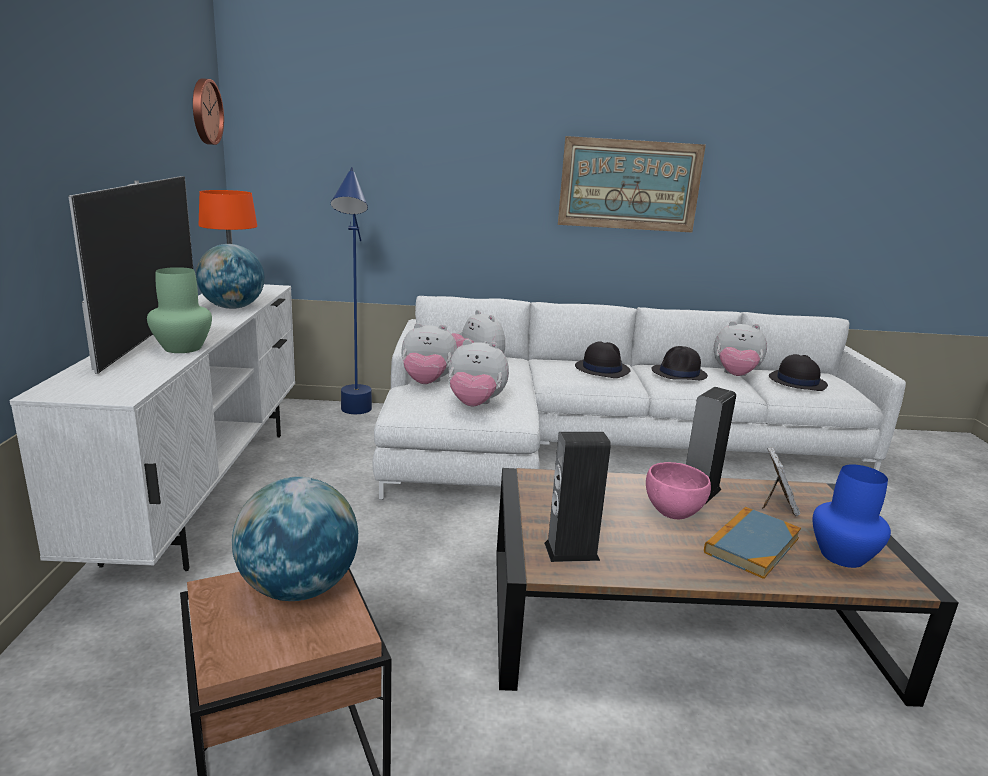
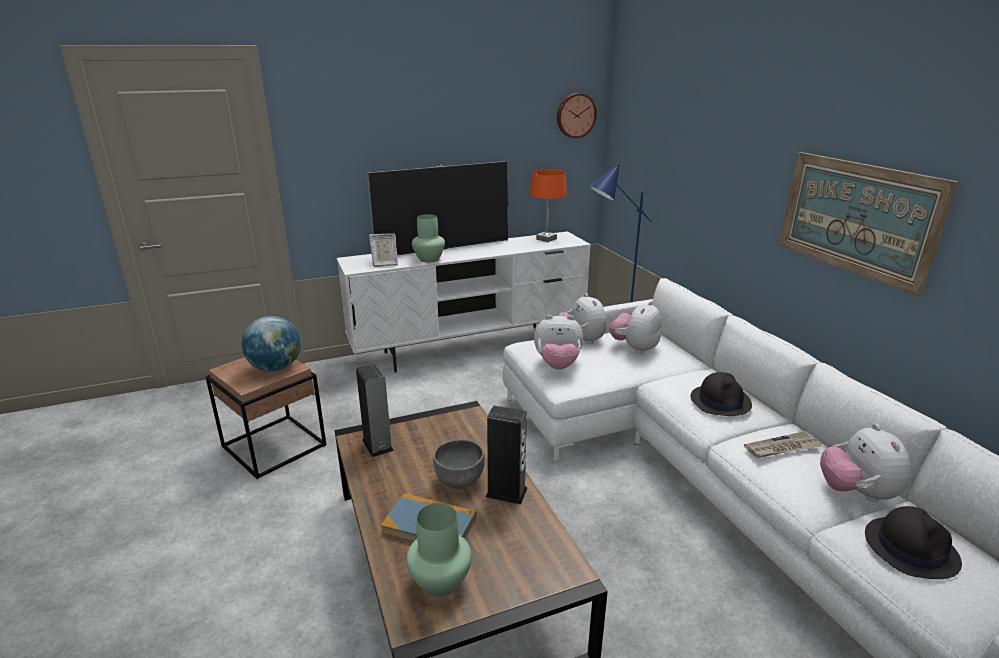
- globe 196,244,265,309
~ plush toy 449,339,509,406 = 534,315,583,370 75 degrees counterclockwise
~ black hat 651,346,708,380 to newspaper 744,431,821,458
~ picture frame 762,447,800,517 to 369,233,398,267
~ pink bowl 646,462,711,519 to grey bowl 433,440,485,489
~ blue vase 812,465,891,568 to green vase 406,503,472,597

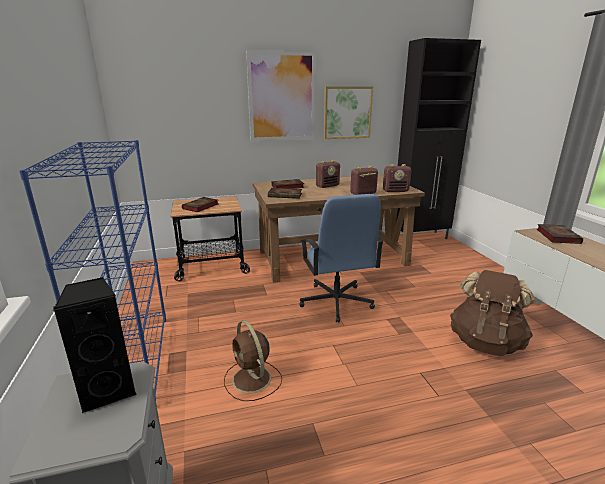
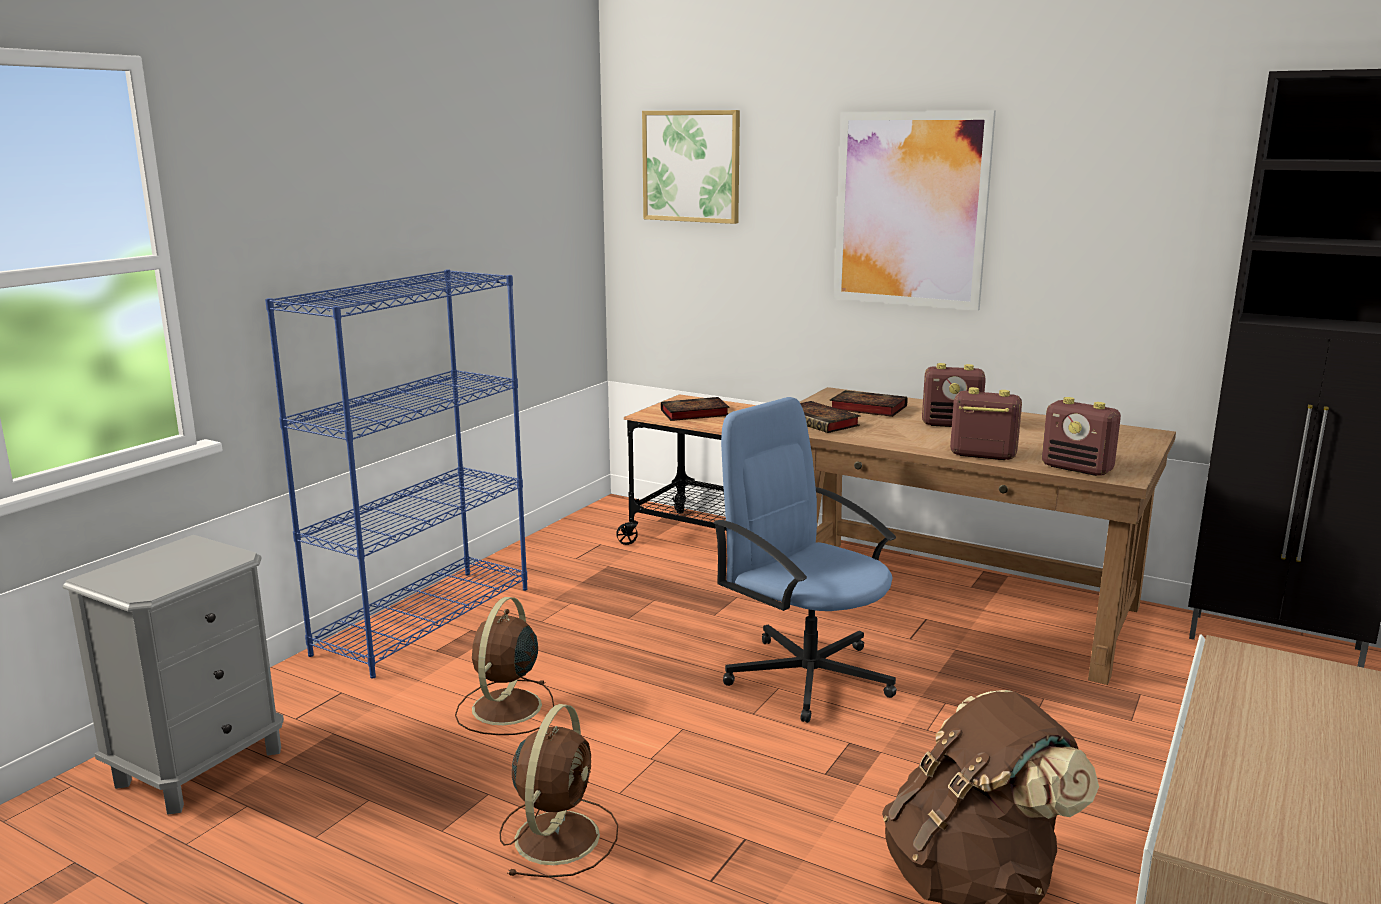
~ picture 324,86,373,139 to 642,110,740,224
~ blue office chair 300,194,384,323 = 713,397,897,723 105 degrees clockwise
- book 537,224,583,244
- black speaker 53,277,137,413
+ brown fan 500,704,618,878

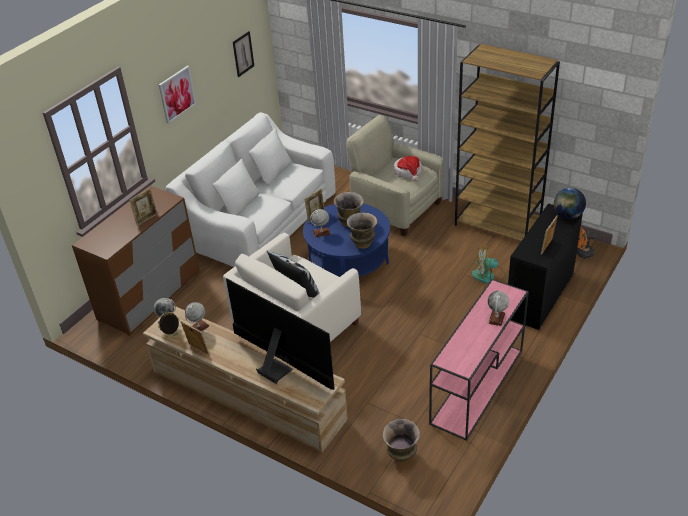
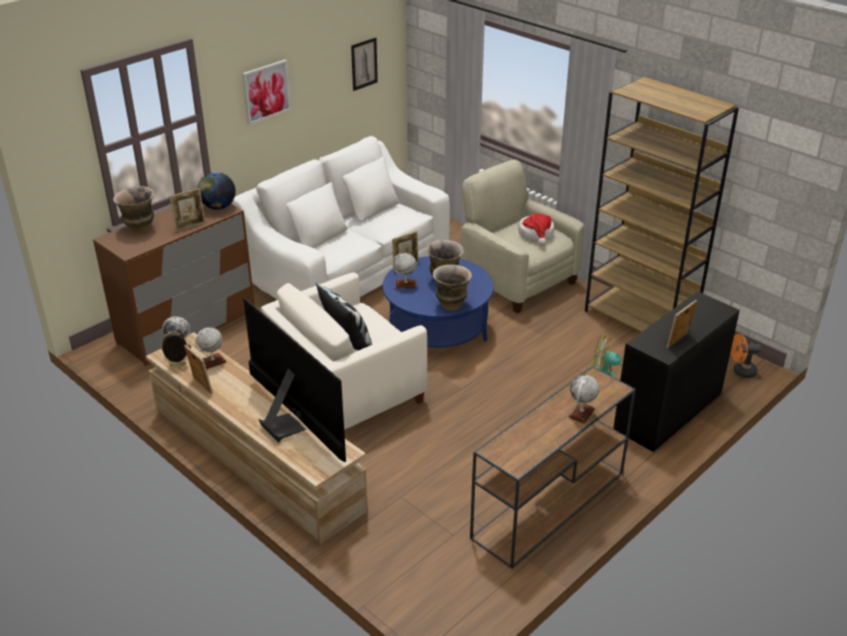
~ globe 554,188,586,219 to 198,172,236,210
~ pink console table 429,279,529,441 to brown console table 470,366,636,569
~ vase 383,419,420,462 to 113,186,154,233

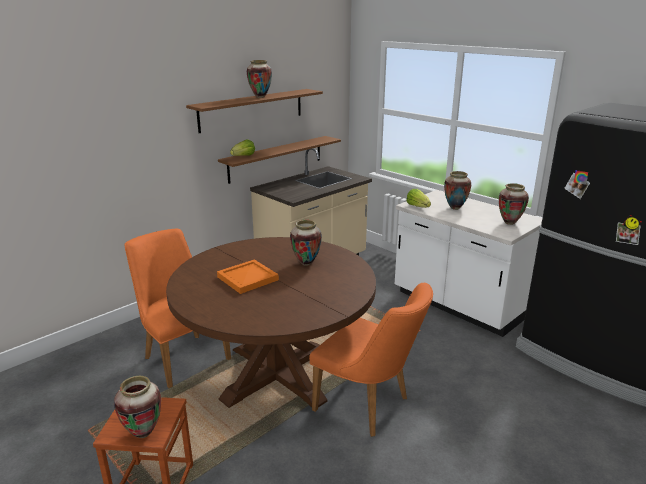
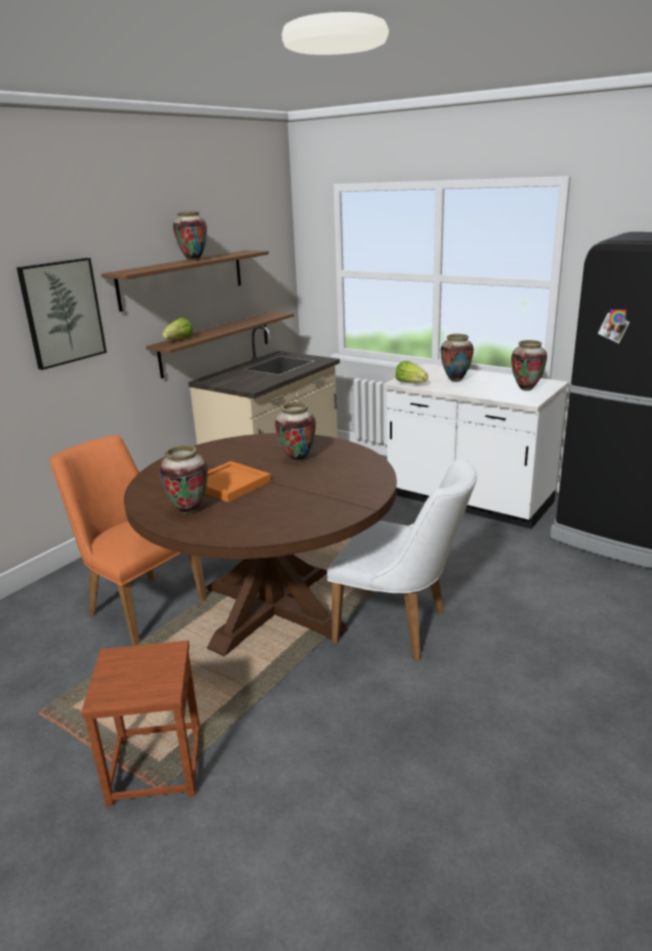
~ orange chair 309,283,433,437 to white chair 327,458,477,661
~ vase 114,376,161,438 to 159,445,208,514
+ picture 17,258,107,370

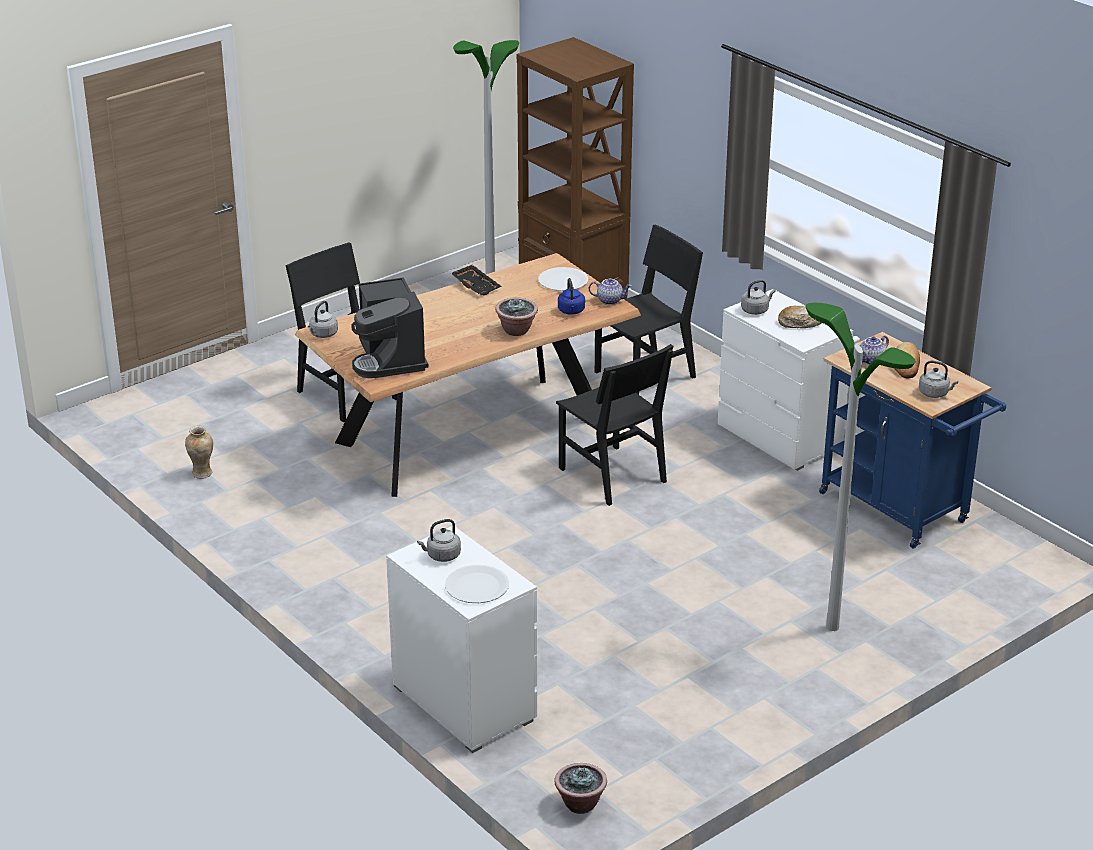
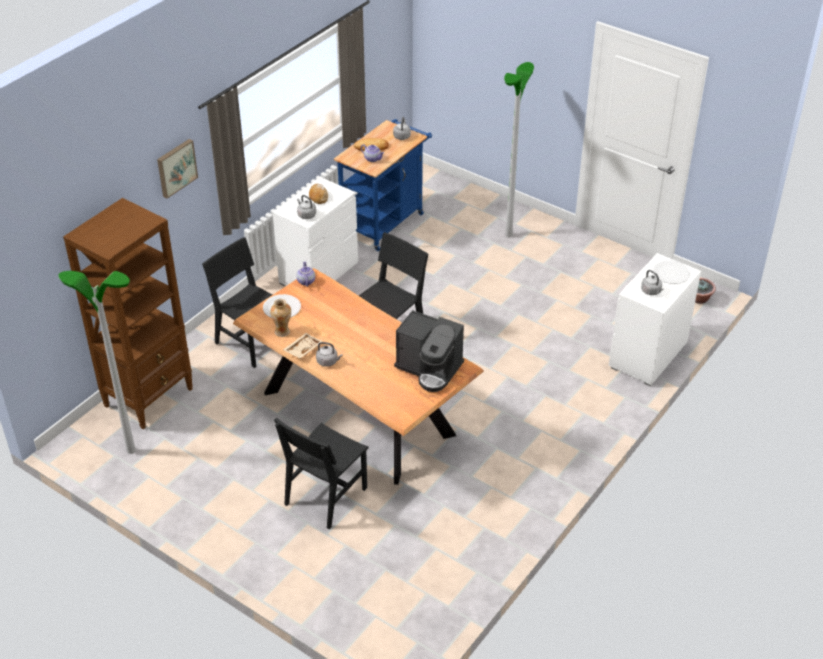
~ black tray 451,265,502,296 to beige tray 283,333,323,358
~ coffee machine 351,277,429,378 = 394,310,464,392 60 degrees clockwise
- blue kettle 558,278,585,315
- potted plant 495,298,538,336
~ grey kettle 308,301,338,338 to 316,342,342,367
~ vase 185,426,213,479 to 270,299,291,337
+ picture 157,139,198,198

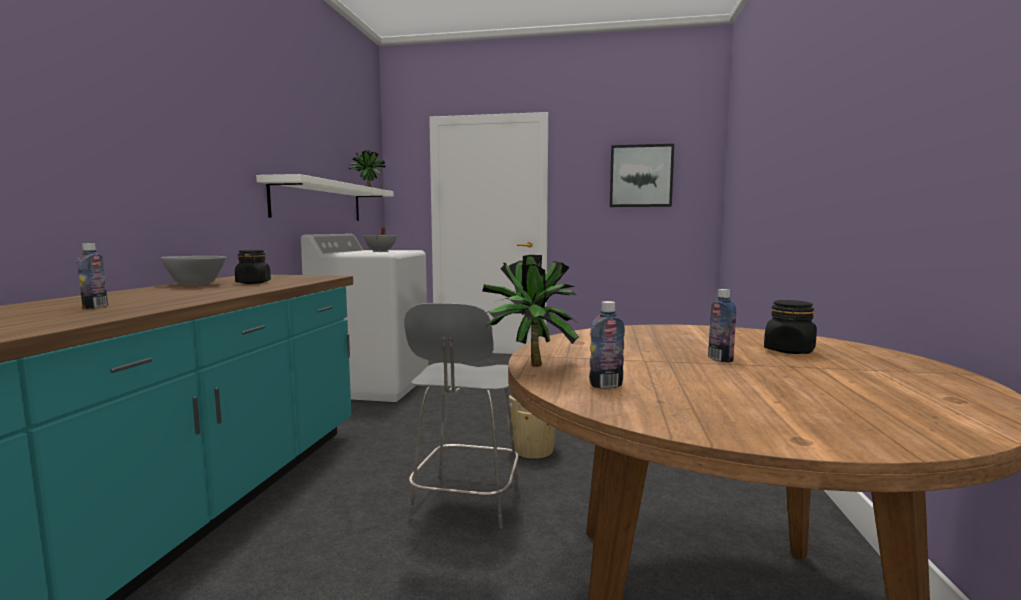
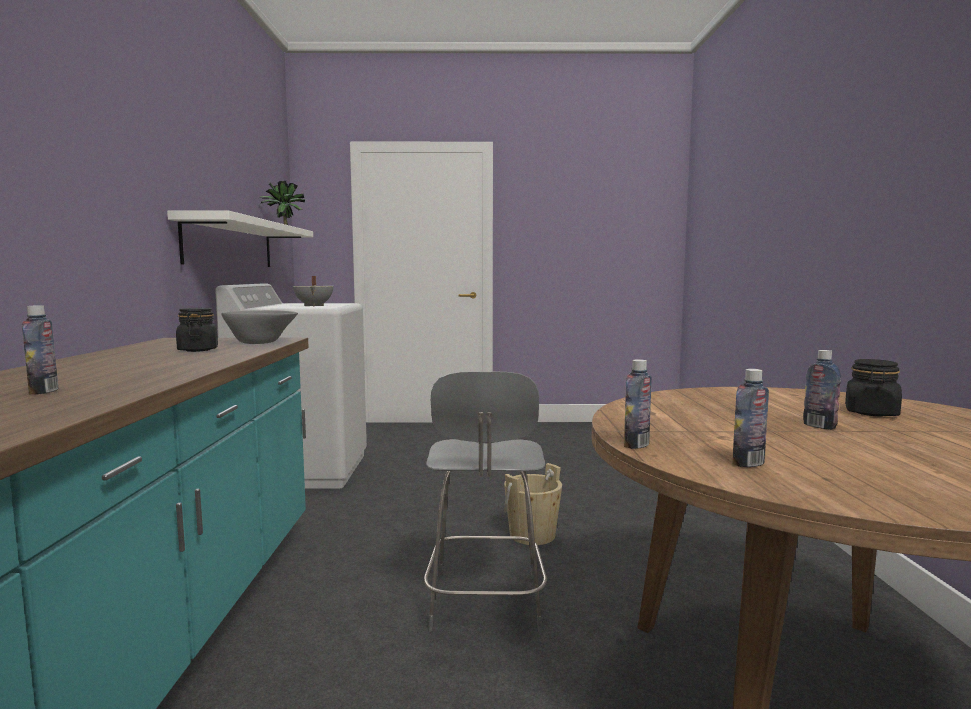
- picture 610,144,674,207
~ potted plant 482,255,580,367 to bottle 624,359,652,449
~ grey bowl 161,256,227,285 to 221,310,298,344

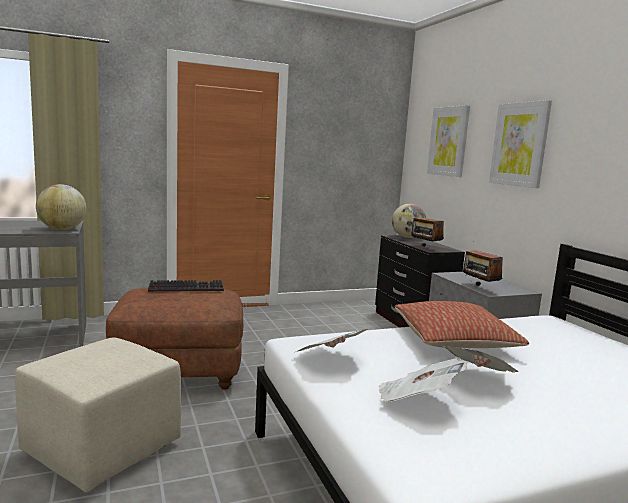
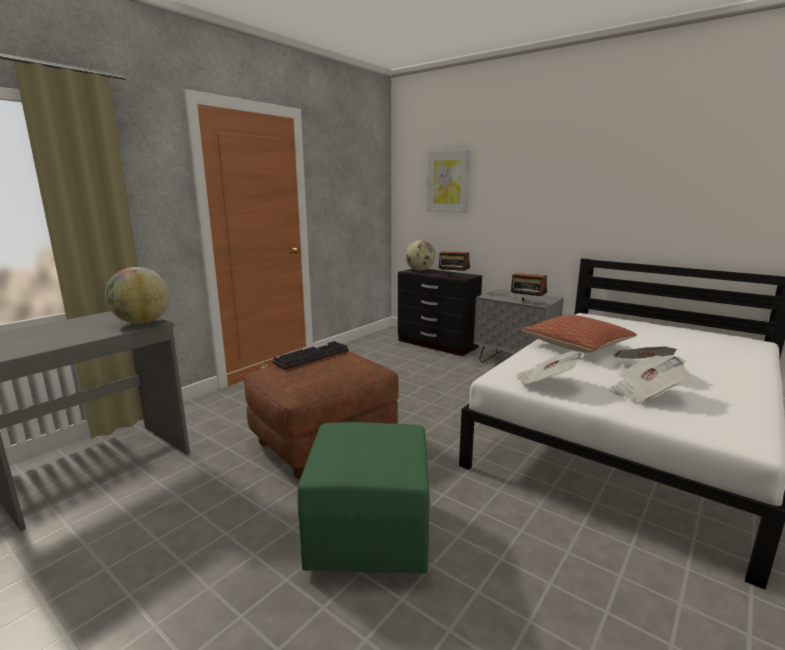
- picture 489,100,552,188
~ beige ottoman 15,337,181,493 to green ottoman 297,422,430,574

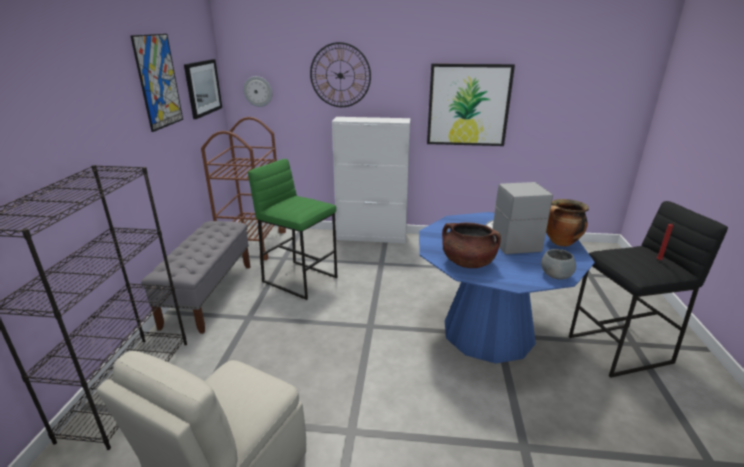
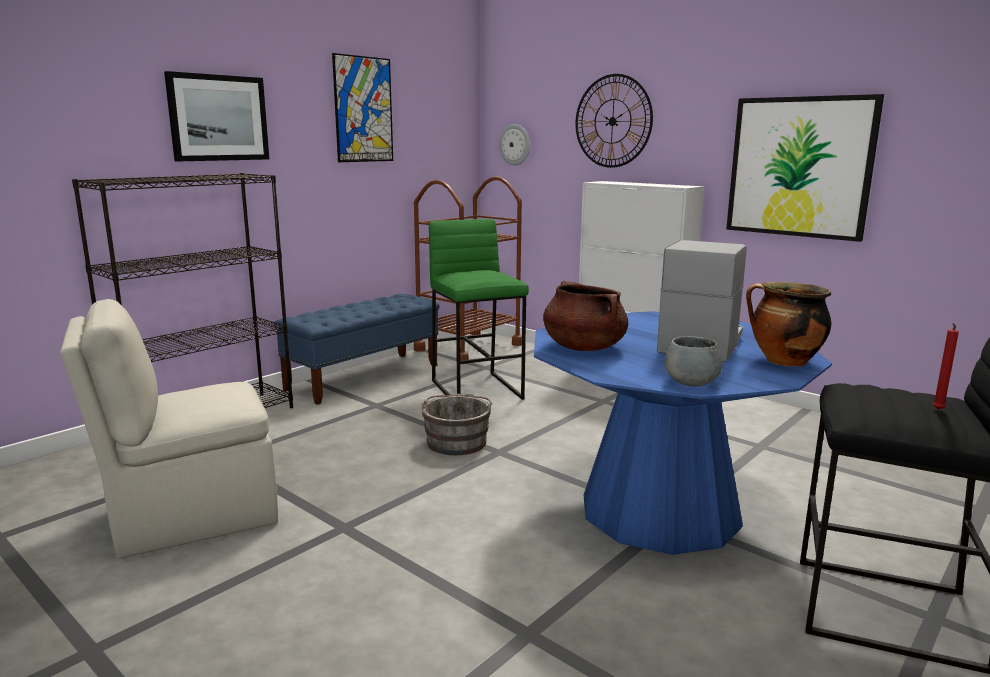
~ picture 184,59,222,119 to 164,71,269,161
~ grey bench 141,221,250,334 to blue bench 274,294,440,405
+ grey bucket 422,393,493,455

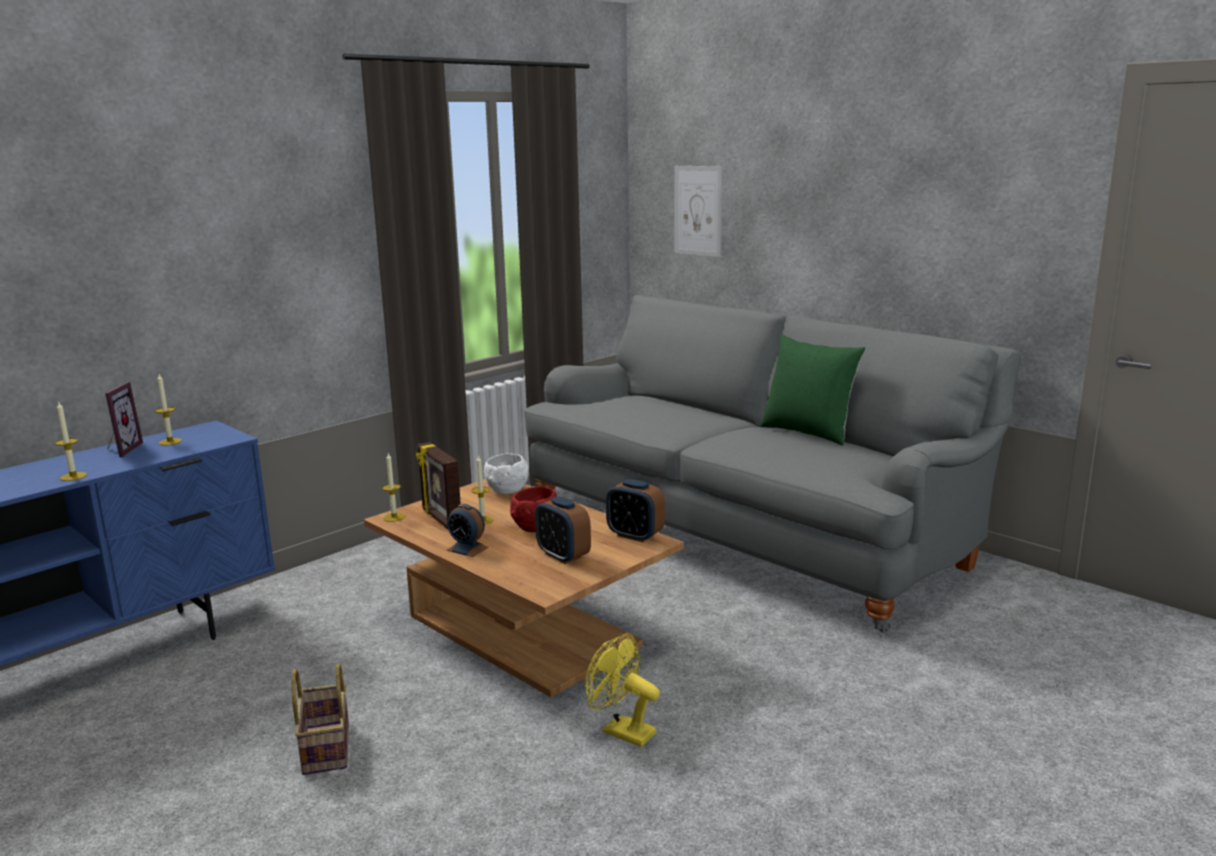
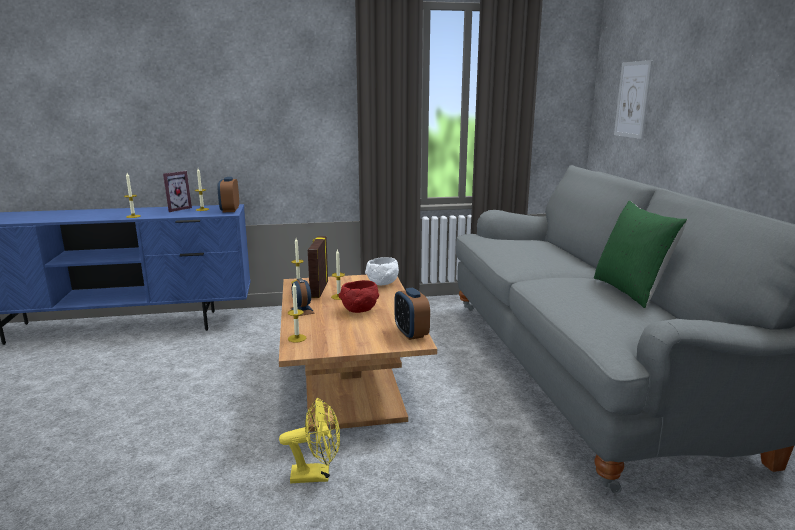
~ alarm clock 535,496,591,564 to 217,177,239,212
~ yellow fan 585,633,660,747 = 279,398,340,483 105 degrees clockwise
- basket 291,663,349,775
+ candle 288,283,306,343

